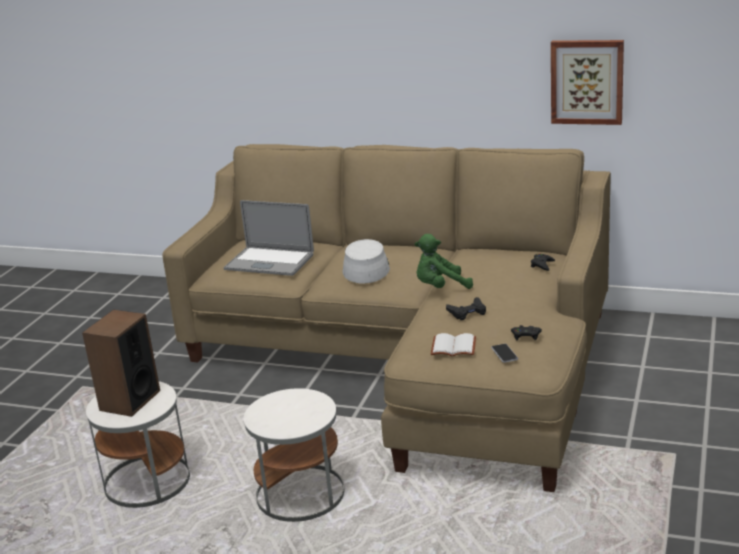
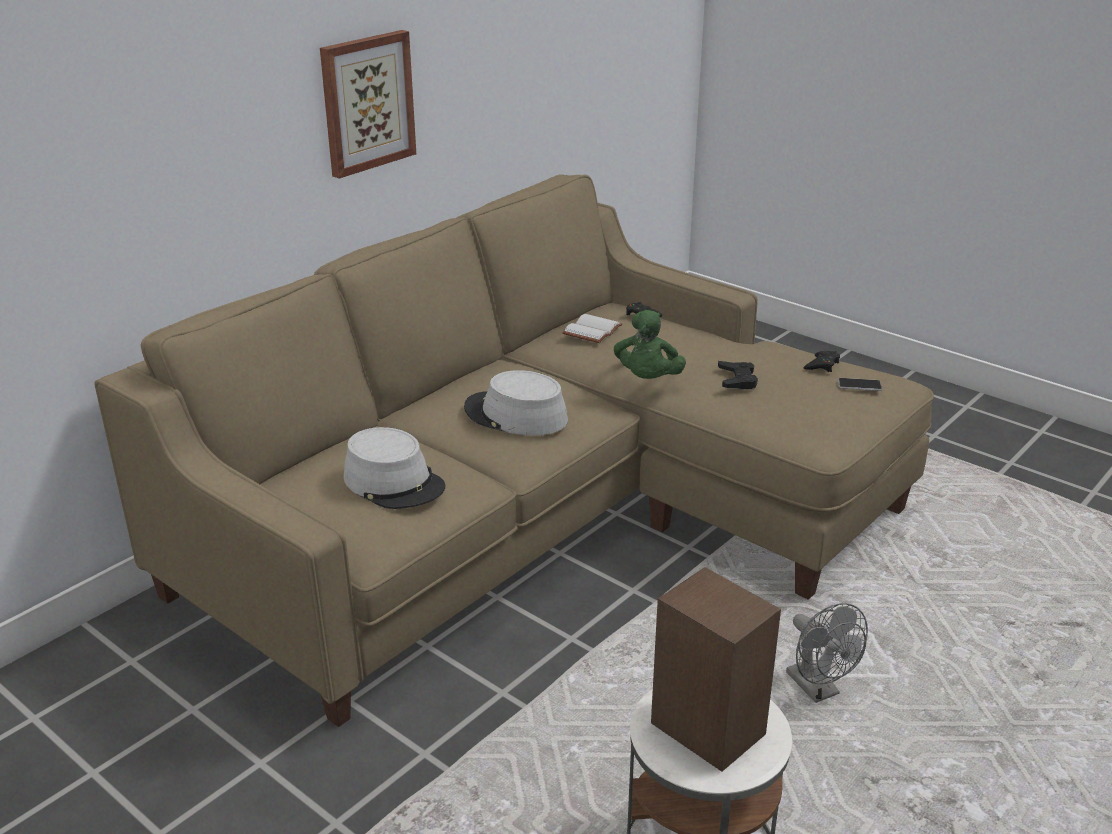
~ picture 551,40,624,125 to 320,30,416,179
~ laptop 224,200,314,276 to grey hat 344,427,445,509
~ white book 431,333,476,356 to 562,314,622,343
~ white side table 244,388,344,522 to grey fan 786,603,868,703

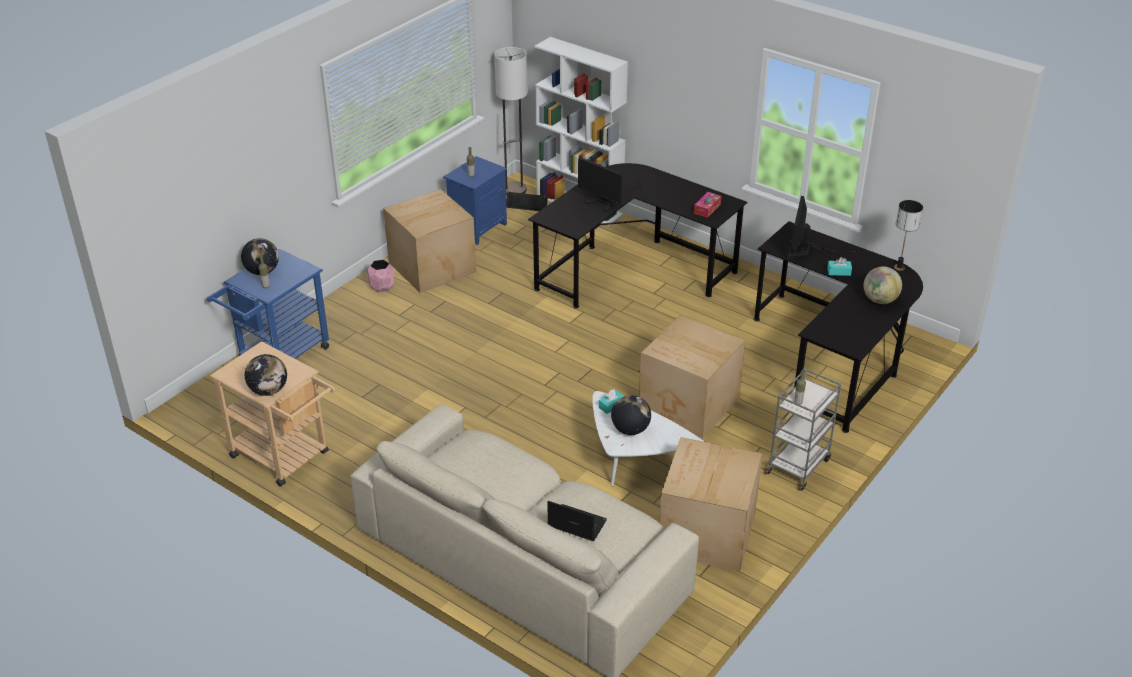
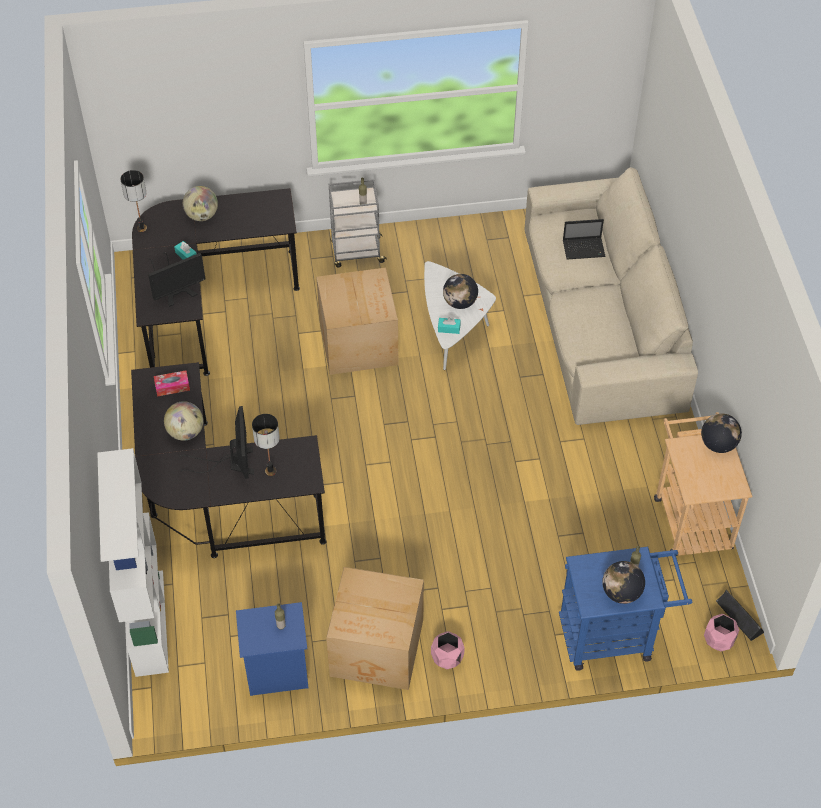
- floor lamp 494,47,527,195
~ black speaker 506,191,548,211 to 716,590,764,641
- cardboard box 659,437,763,571
~ laptop 548,501,607,541 = 563,219,606,260 75 degrees counterclockwise
+ globe 164,401,203,441
+ table lamp 252,414,280,476
+ pink planter 704,614,739,652

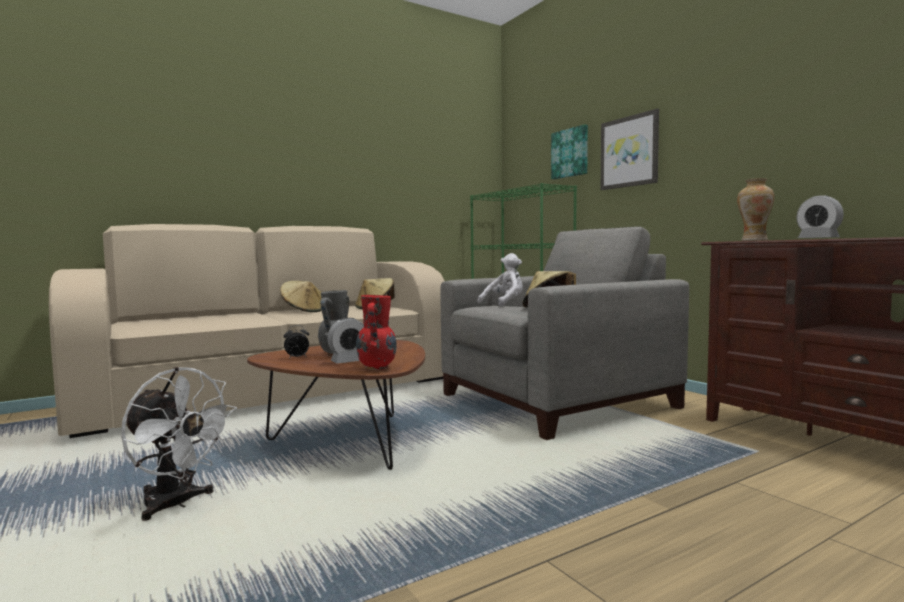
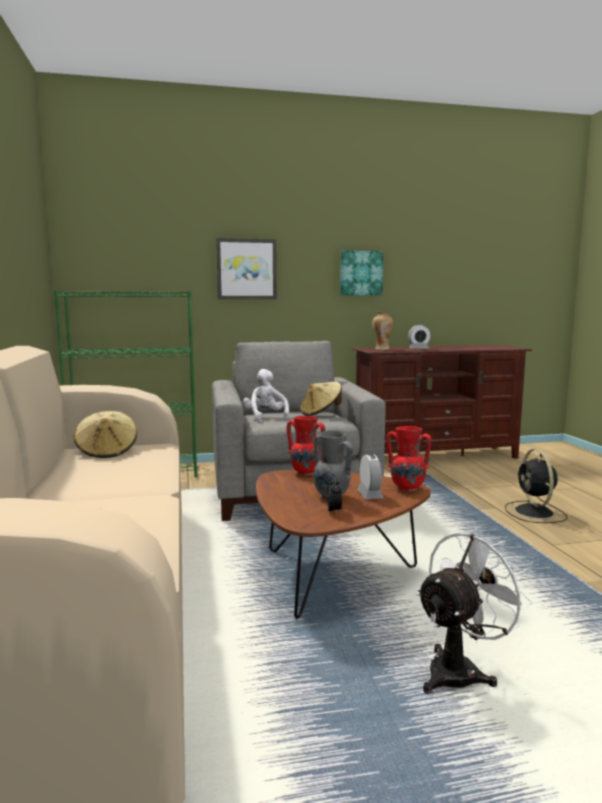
~ picture 551,125,588,179 to 340,251,383,295
- beige hat 280,281,322,312
+ red vase 287,416,325,476
+ black fan 505,449,568,523

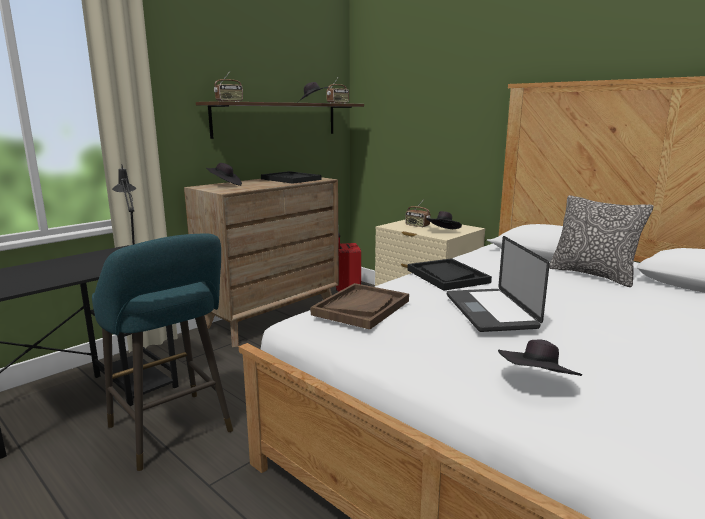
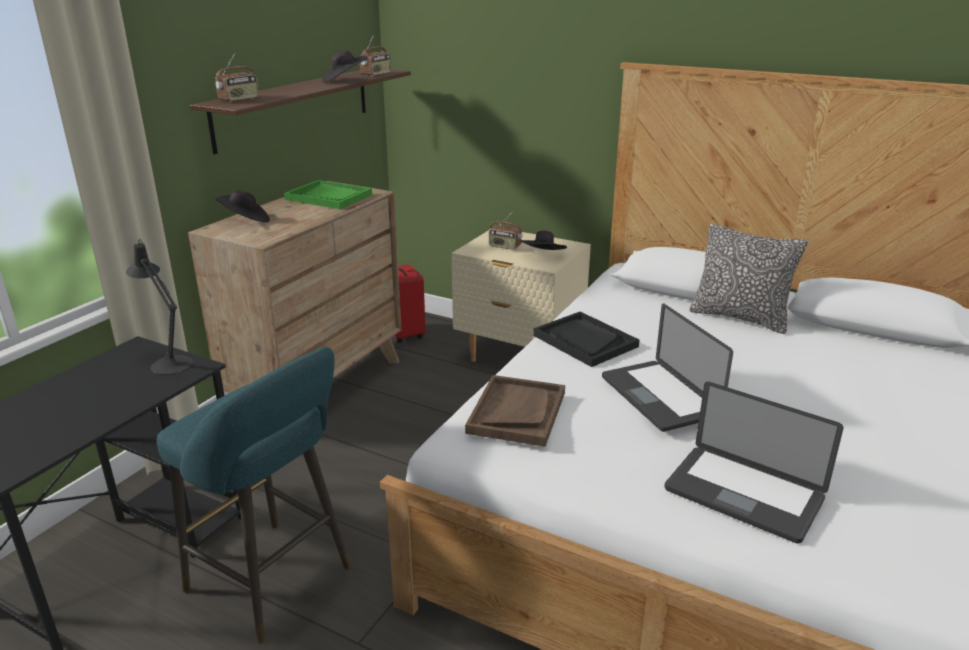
~ black tray 261,171,321,184 to green tray 284,180,372,209
~ black hat 498,339,582,376 to laptop 664,382,844,543

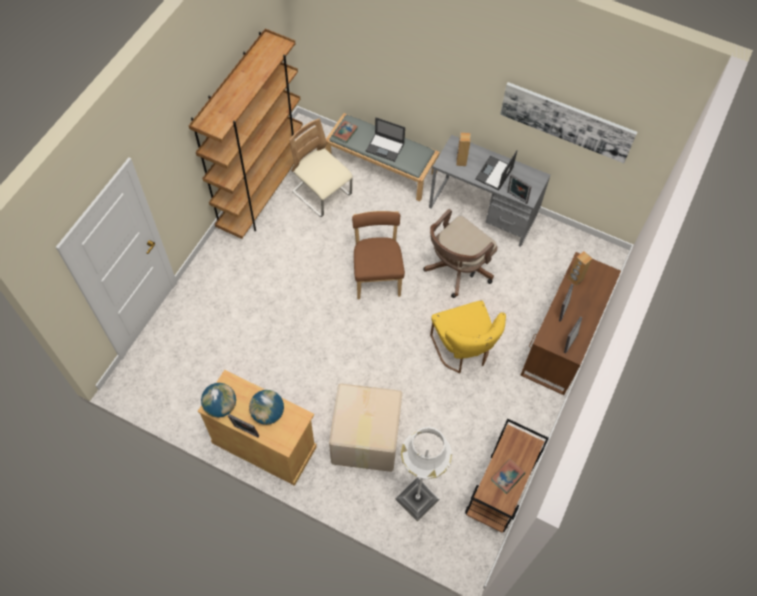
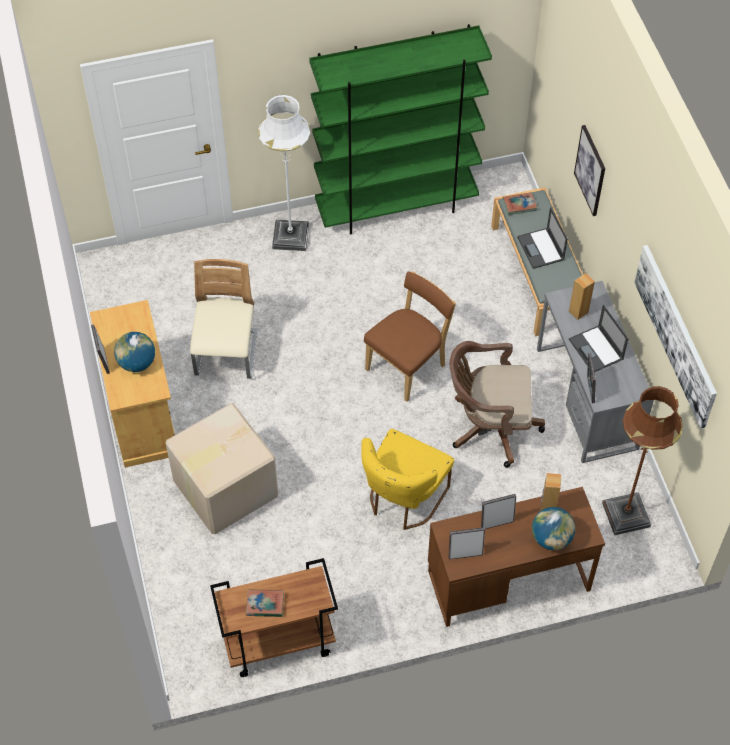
~ brown bookcase 189,29,303,239 to green bookcase 309,24,492,235
~ beige chair 289,119,353,217 to 190,259,258,379
~ laptop 475,150,517,190 = 569,305,629,372 105 degrees counterclockwise
~ globe 201,383,236,417 to 532,507,575,550
~ white floor lamp 396,427,452,522 to 258,95,310,251
+ picture 574,125,605,216
+ brown floor lamp 602,386,683,535

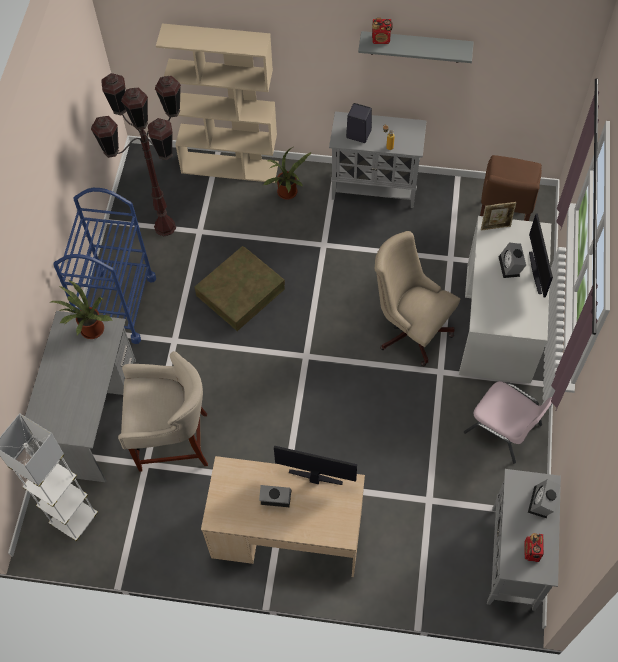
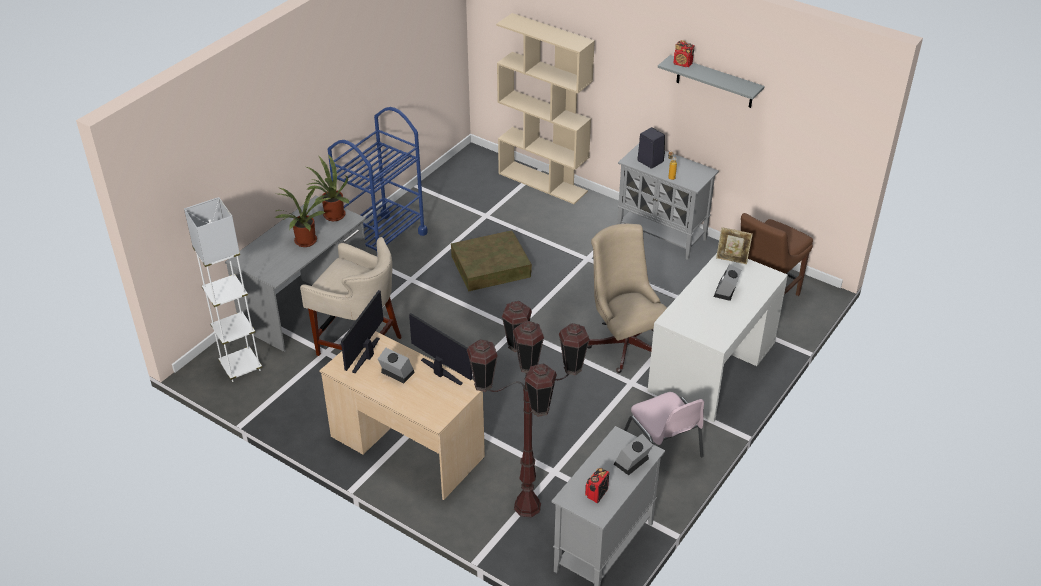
~ brown floor lamp 91,73,181,237 to 467,301,590,517
~ potted plant 263,147,312,200 to 275,187,330,247
~ monitor 529,213,553,297 to 341,290,384,373

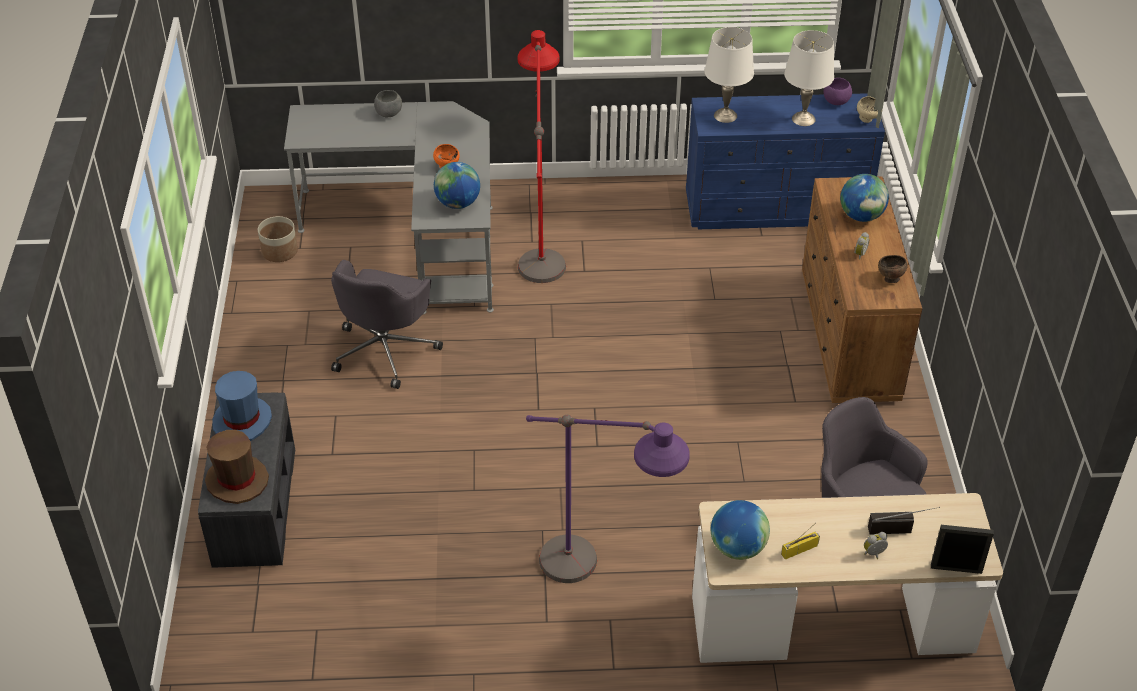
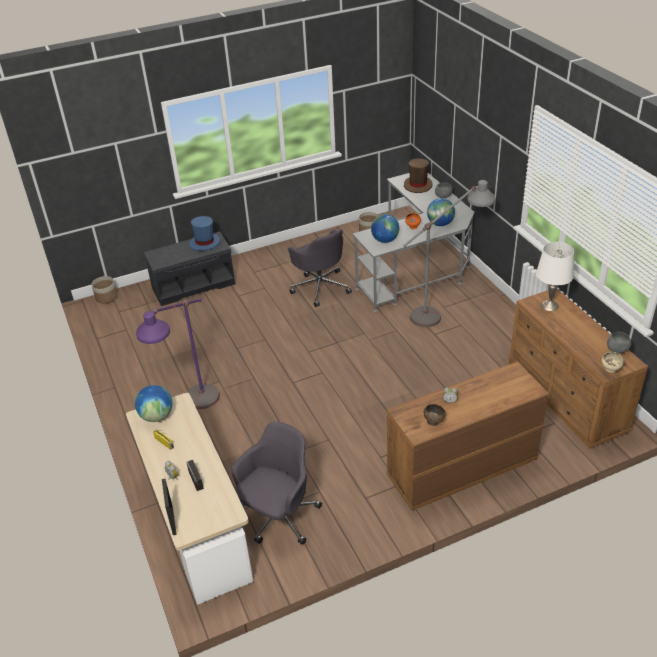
~ red floor lamp 517,30,566,283 to grey floor lamp 402,180,495,327
- white table lamp 784,30,834,126
~ purple bowl 824,78,852,105 to grey bowl 607,332,631,354
~ blue dresser 686,93,885,229 to brown dresser 509,289,648,448
~ globe 840,174,889,222 to 427,198,455,226
~ grey office chair 331,260,443,389 = 288,229,352,307 120 degrees counterclockwise
~ brown hat 205,430,269,504 to 404,158,433,193
+ planter 92,276,118,304

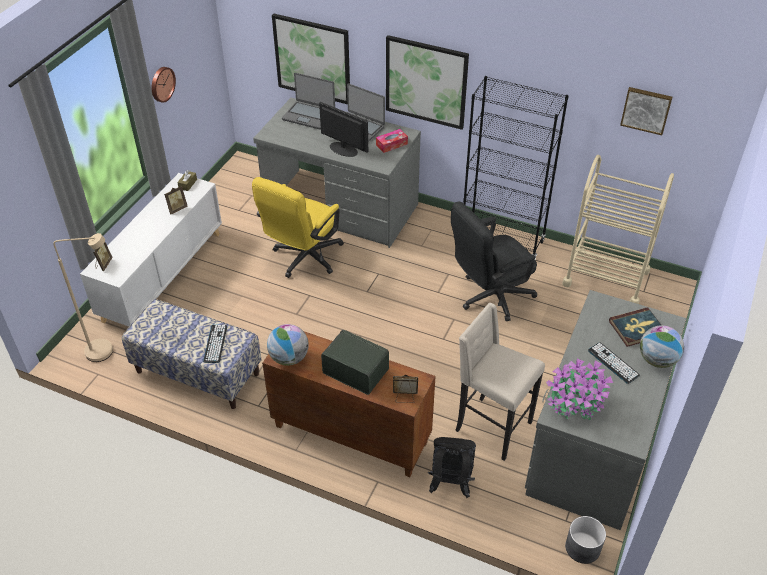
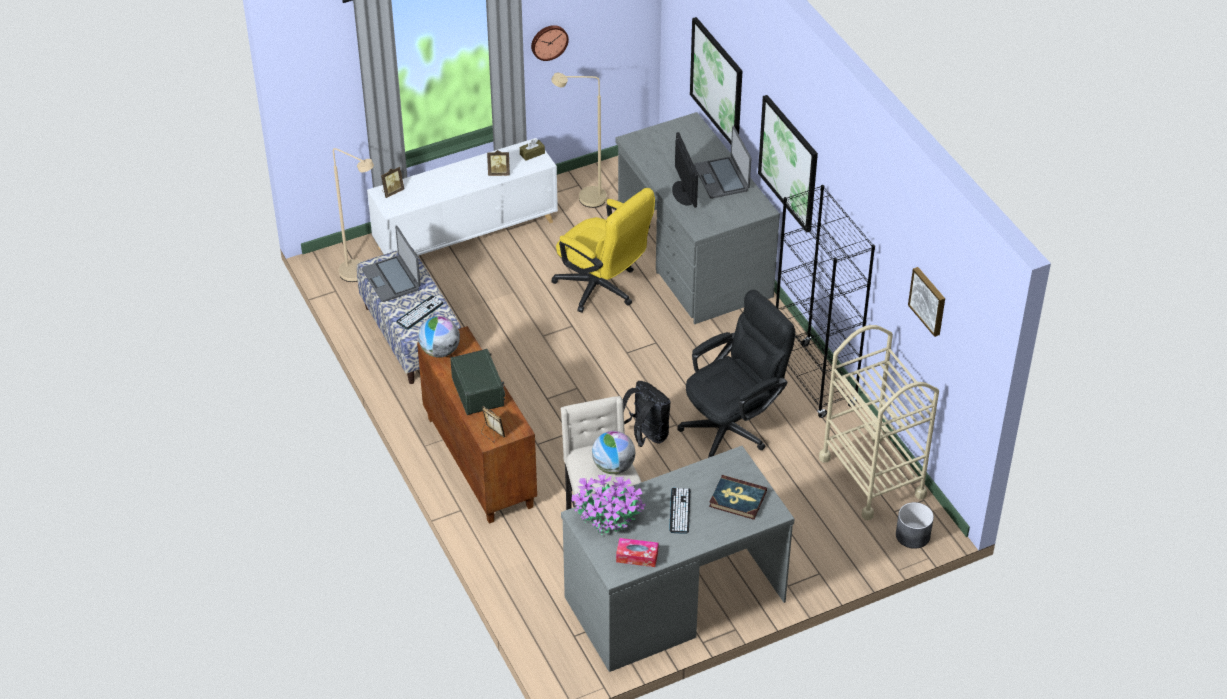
~ laptop 282,73,335,130 to 362,226,420,302
~ tissue box 376,129,408,153 to 616,538,658,567
~ yellow office chair 252,177,344,278 = 551,188,655,313 120 degrees counterclockwise
~ black office chair 451,202,537,321 = 678,290,795,458 135 degrees clockwise
~ globe 640,325,684,368 to 592,431,635,474
~ black backpack 428,437,476,498 to 623,381,671,447
~ grey planter 565,516,606,564 to 896,502,934,549
+ beige floor lamp 551,73,607,208

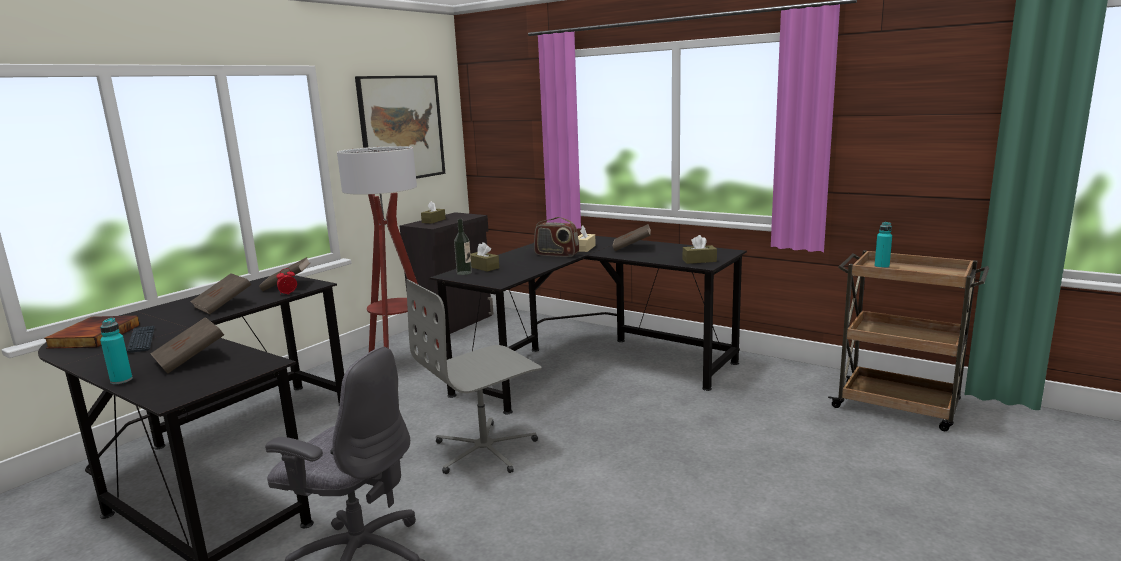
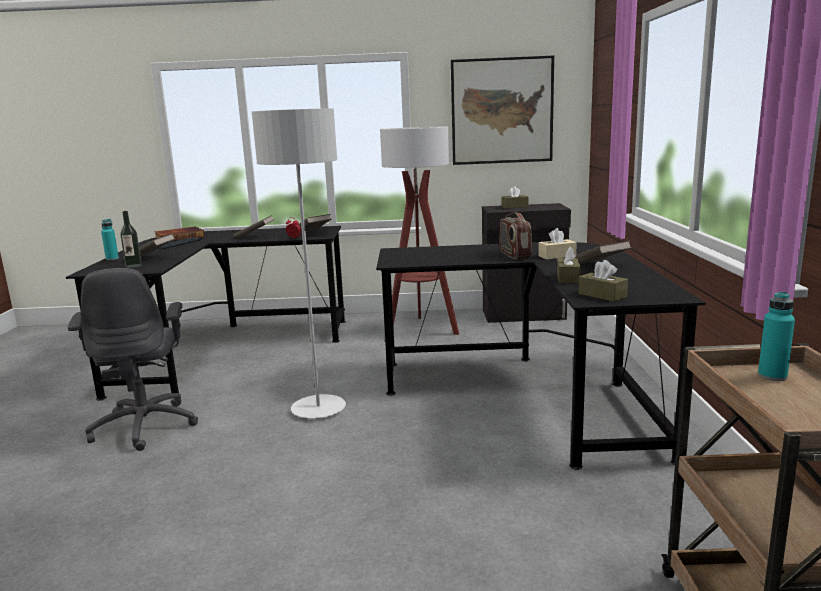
~ bottle 454,219,472,275 to 120,211,142,268
~ brown tissue box 471,242,499,272 to 557,246,581,283
~ grey office chair 406,279,541,474 to grey floor lamp 252,108,346,418

